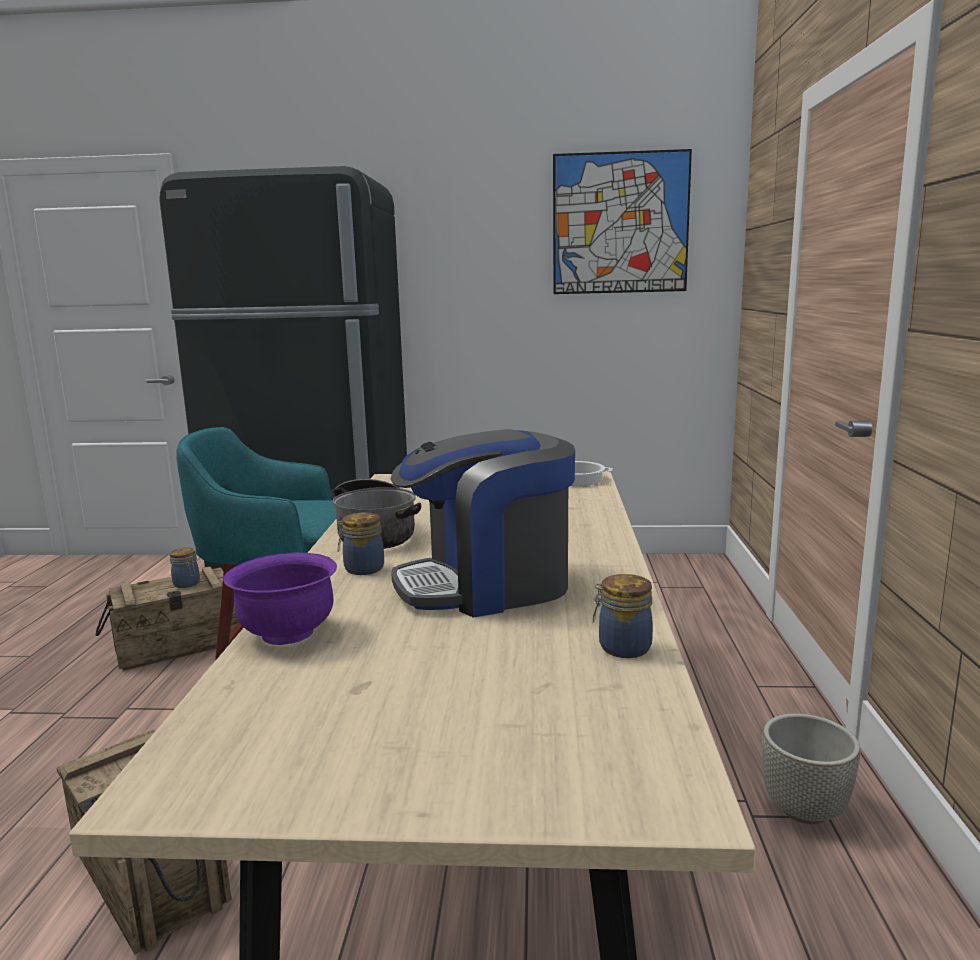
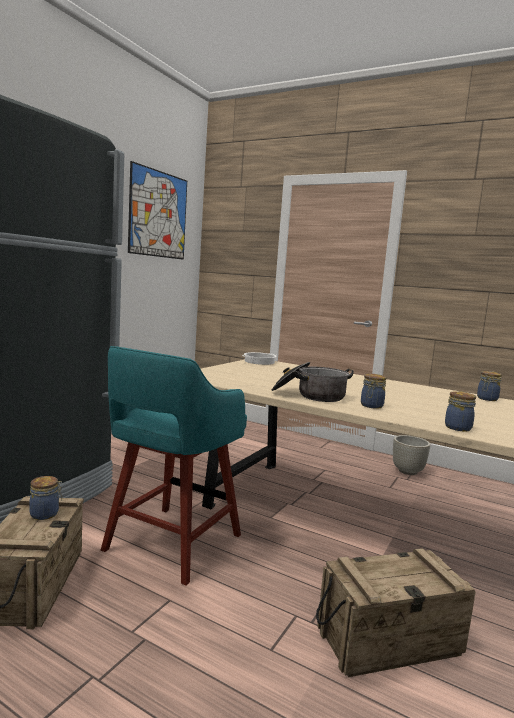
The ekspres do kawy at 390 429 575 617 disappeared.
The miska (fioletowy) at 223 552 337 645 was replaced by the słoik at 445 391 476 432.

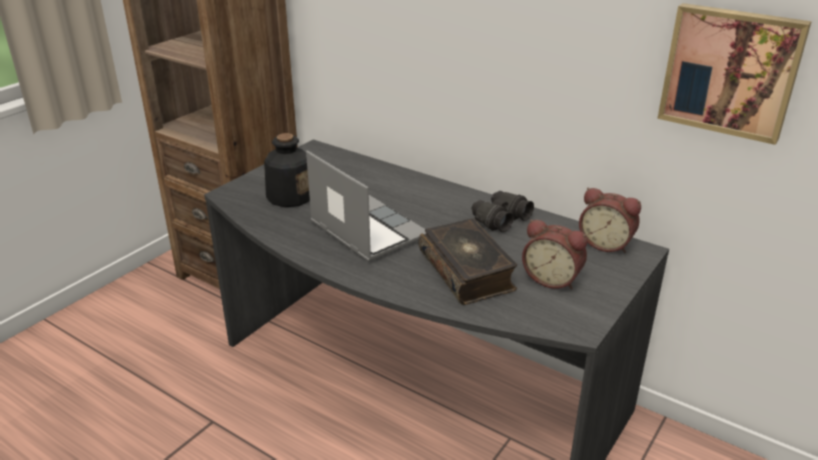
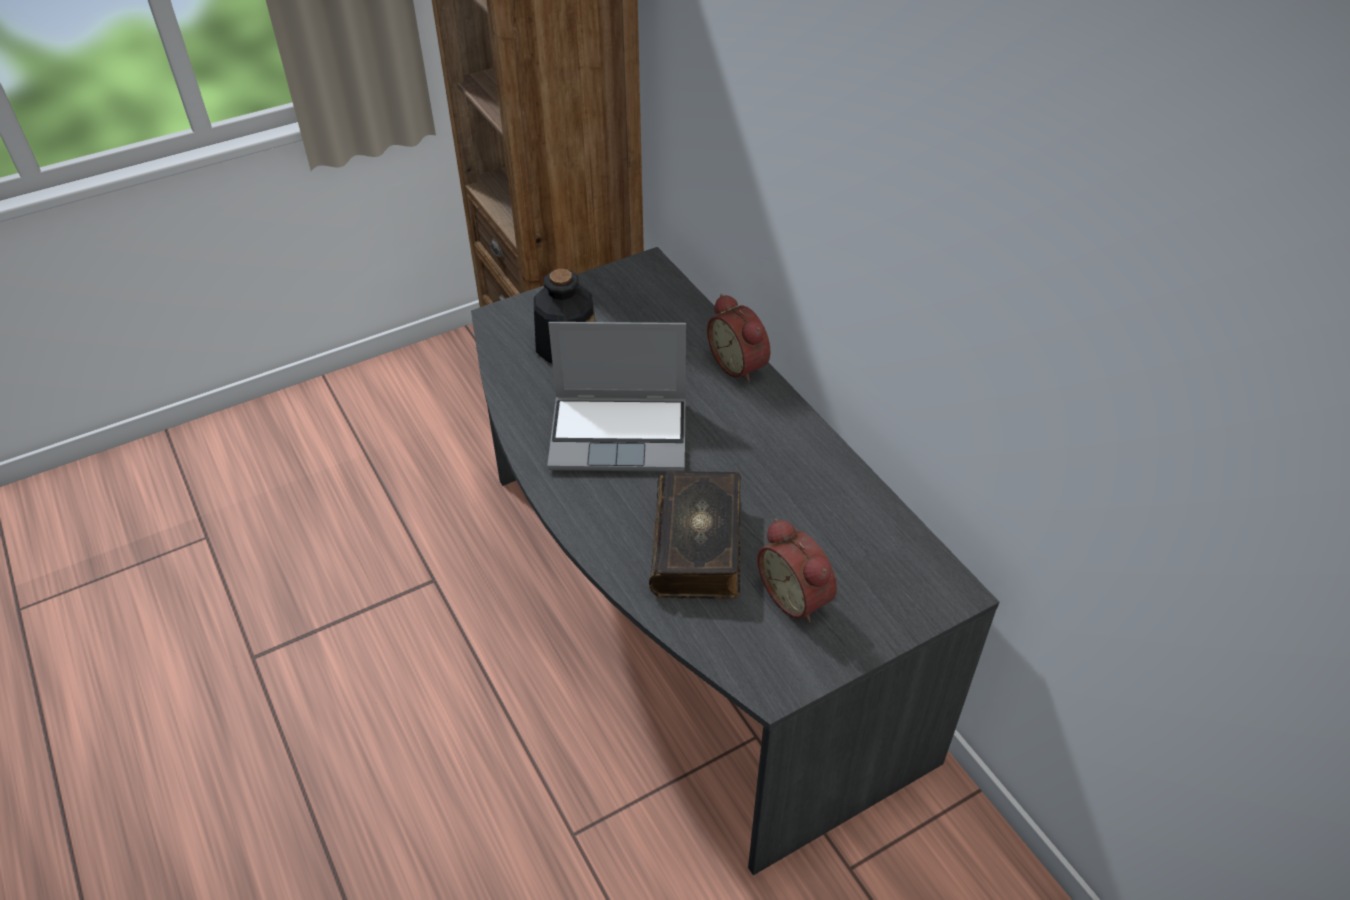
The obraz at 657 3 812 145 disappeared.
The laptop at 306 150 426 262 turned 105 degrees clockwise.
The budzik moved from 579 188 641 253 to 707 294 771 383.
The lornetka (czarny) at 472 191 534 232 disappeared.

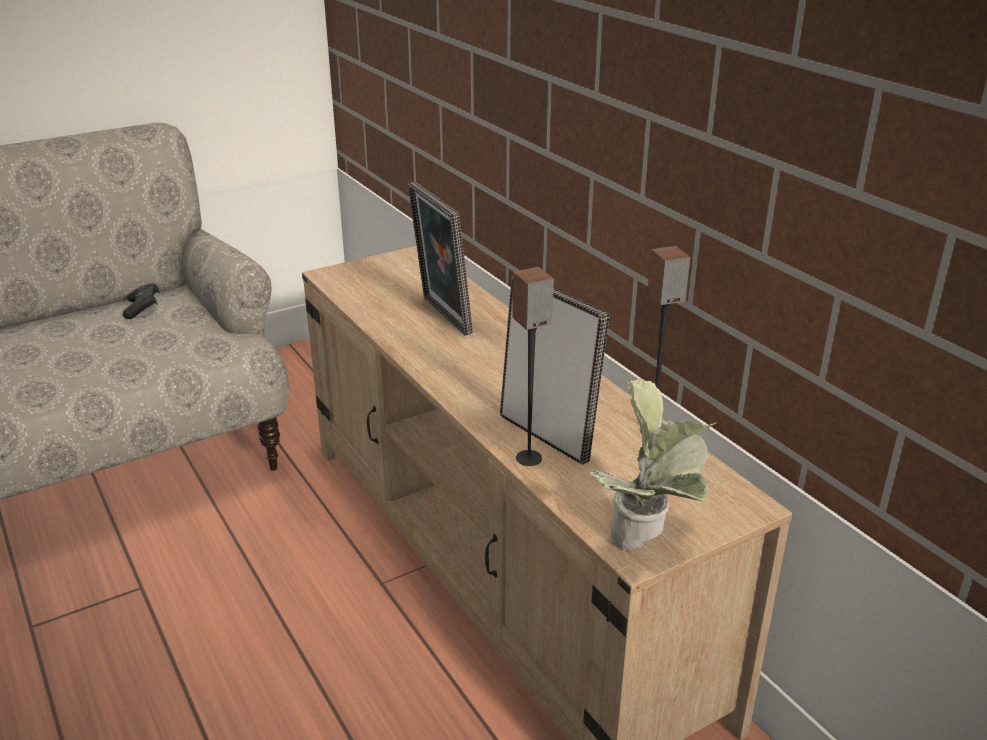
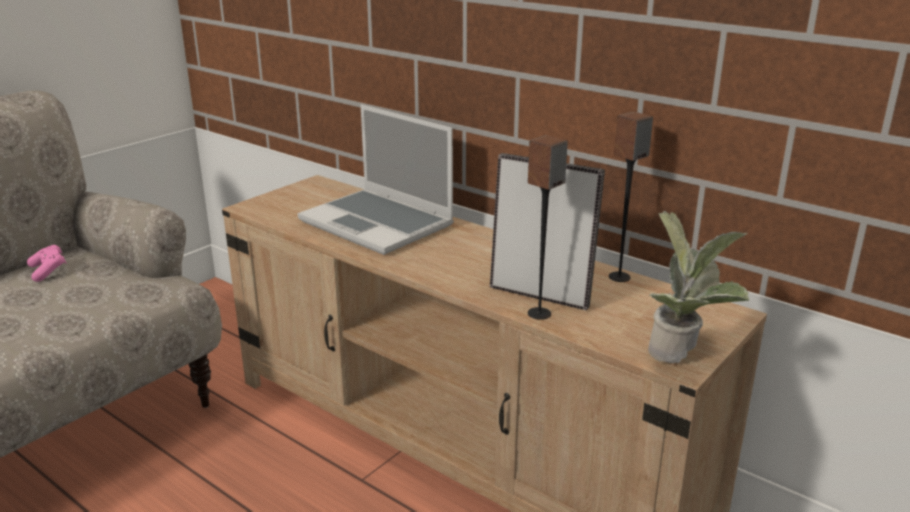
The ramka na zdjęcie at 408 181 473 336 was replaced by the laptop at 298 104 454 255.
The pad do gier (czarny) at 123 283 160 319 became the pad do gier (różowy) at 27 245 66 282.

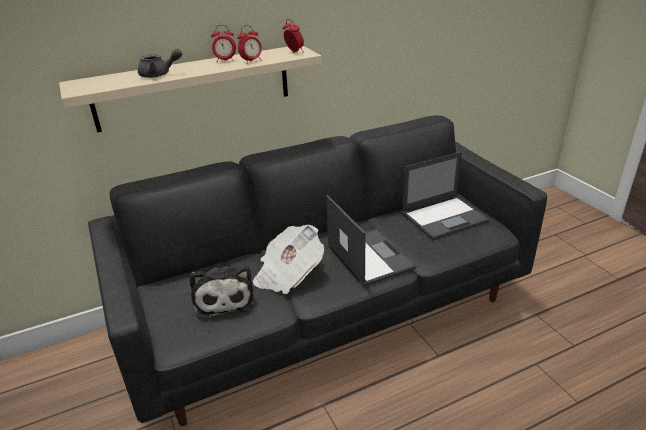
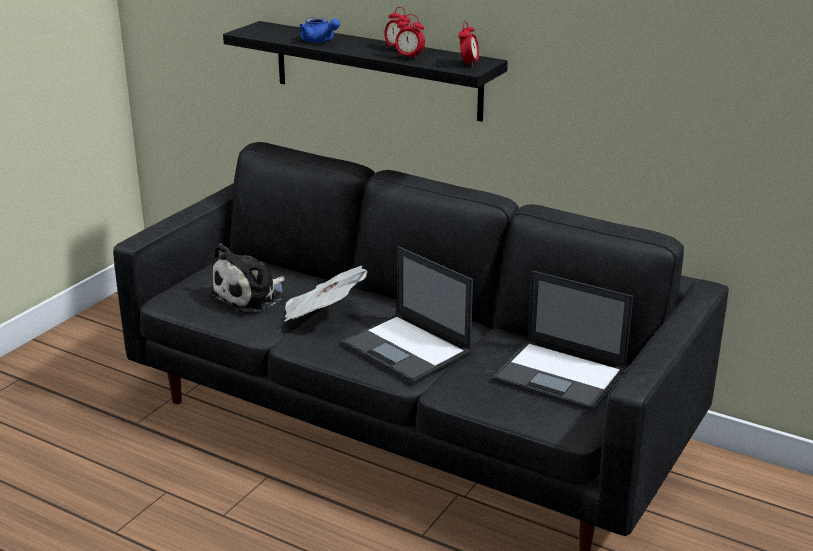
The półka (beżowy) at 59 46 322 133 became the półka (czarny) at 223 21 508 122.
The imbryk (szary) at 138 49 182 78 became the imbryk (niebieski) at 299 17 340 43.
The laptop at 326 195 416 287 turned 105 degrees clockwise.

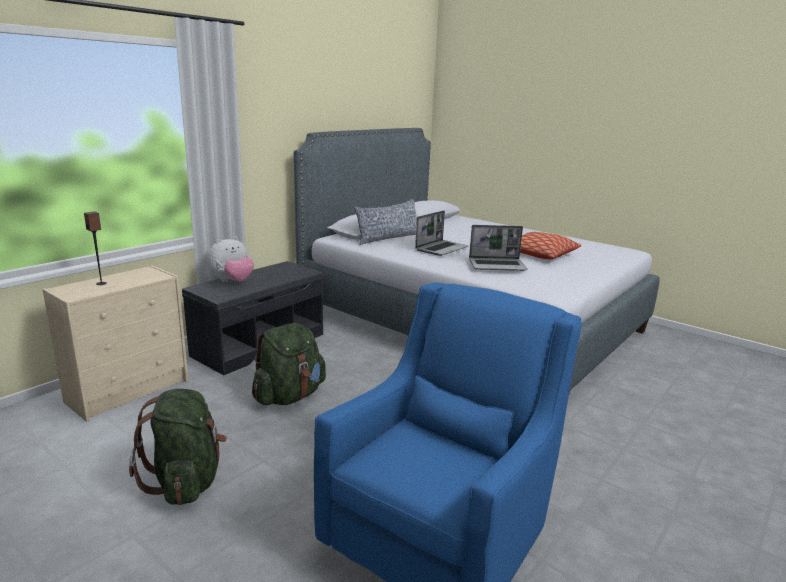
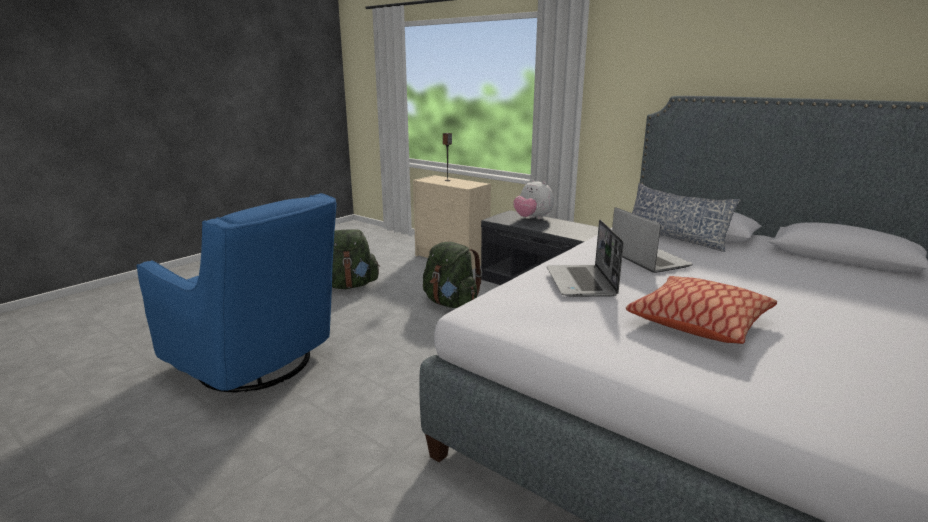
The laptop at 415 211 468 256 turned 150 degrees counterclockwise.

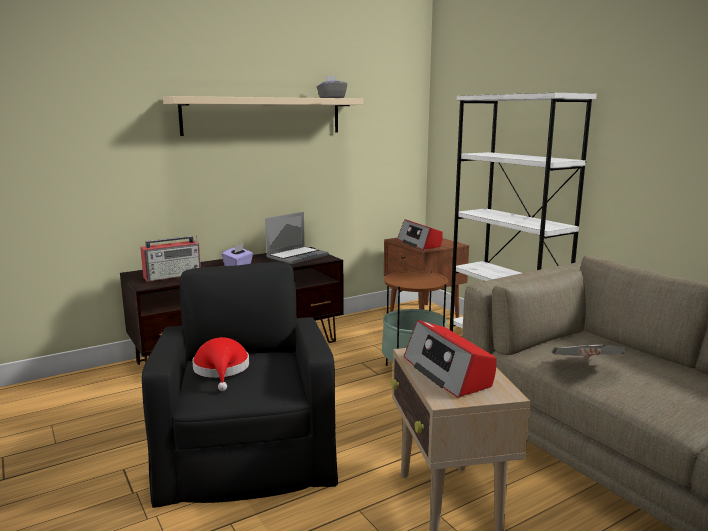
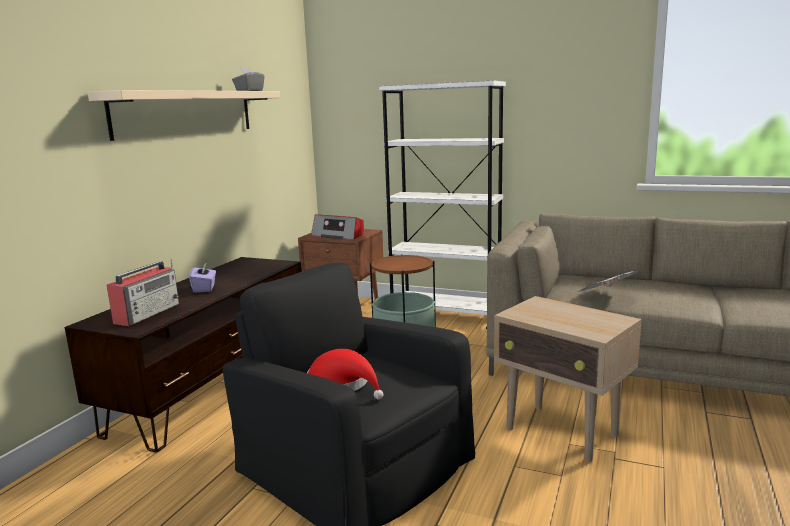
The laptop at 265 212 329 264 disappeared.
The radio at 404 320 496 398 disappeared.

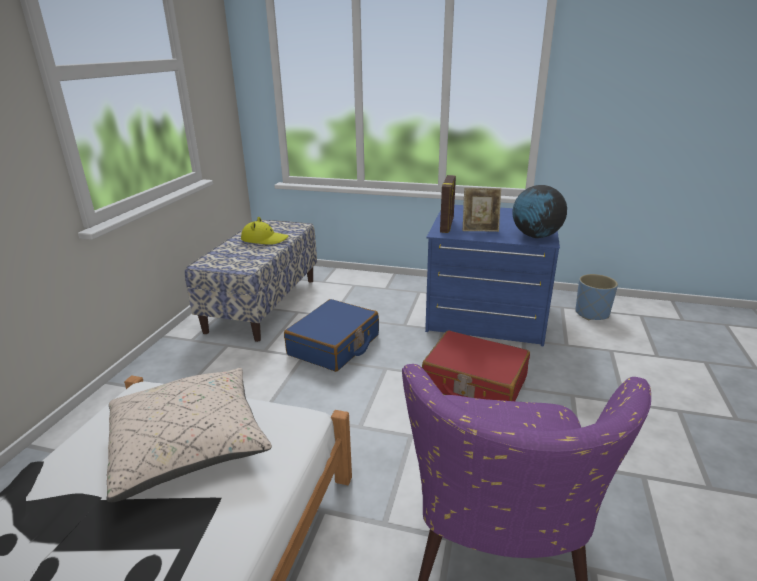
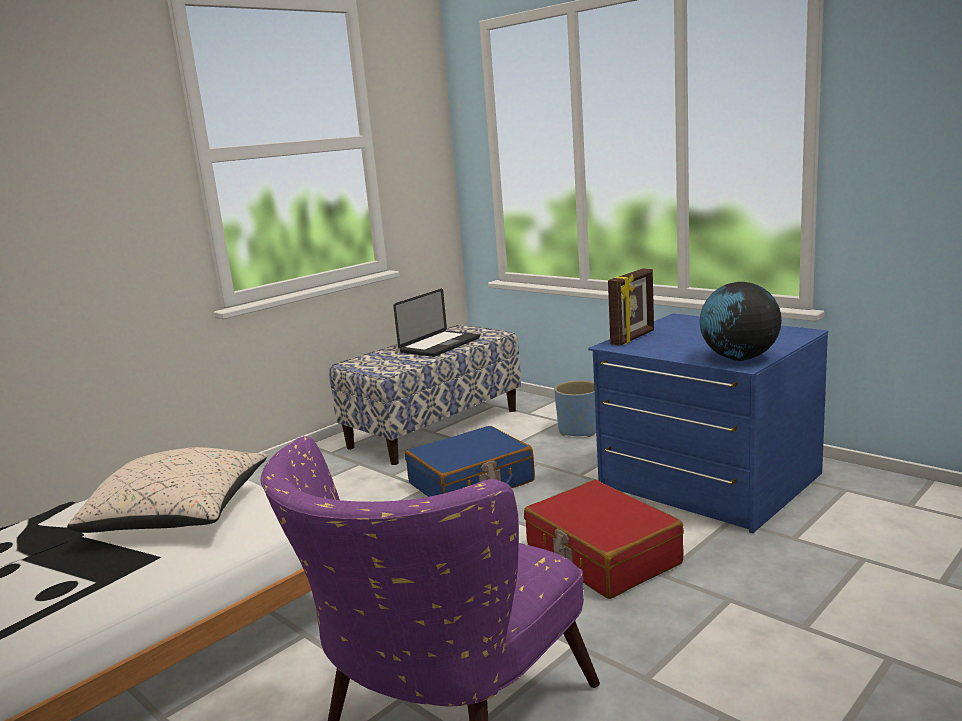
The ramka na zdjęcie at 463 188 501 232 disappeared.
The kapelusz (żółty) at 241 217 288 245 was replaced by the laptop at 393 289 480 357.
The donica (niebieski) moved from 575 274 618 320 to 554 380 596 437.

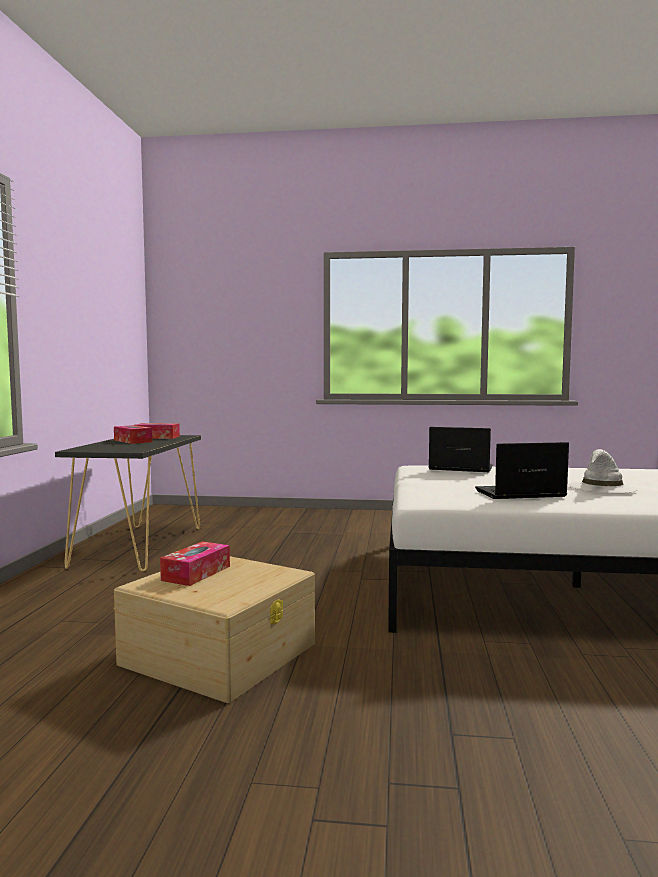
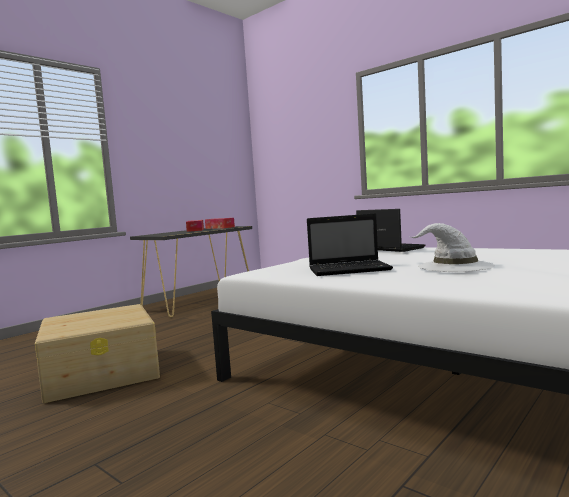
The laptop at 475 442 569 499 turned 150 degrees clockwise.
The pudełko chusteczek at 160 541 230 586 disappeared.

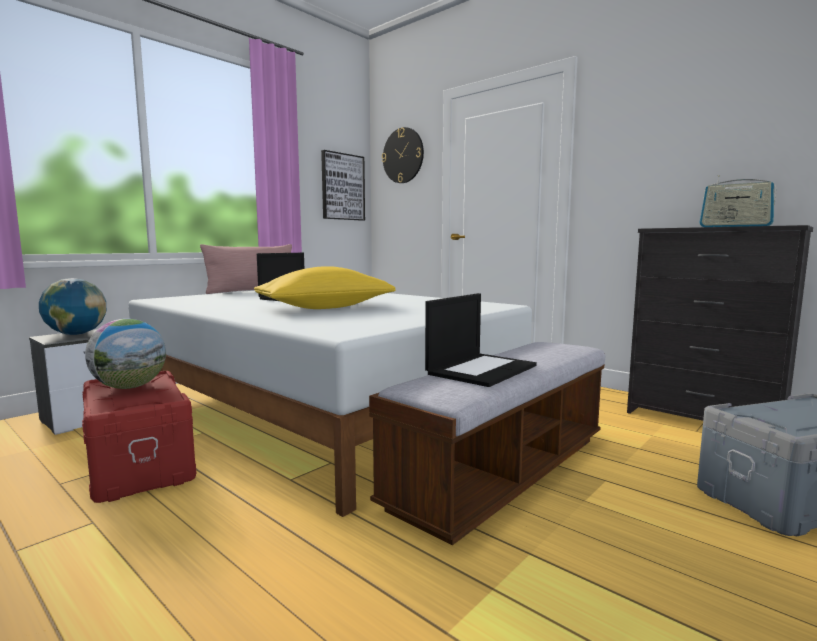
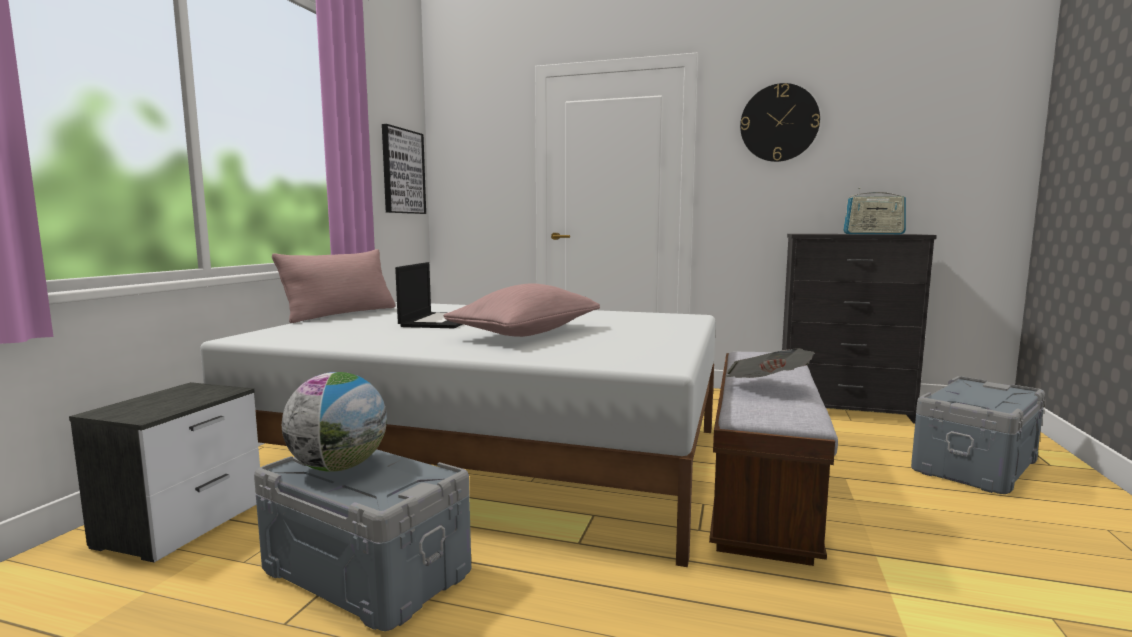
The zegar ścienny moved from 382 127 424 183 to 740 83 820 162.
The poduszka (żółty) at 254 266 396 309 became the poduszka (różowy) at 443 283 600 337.
The globus at 39 278 106 335 disappeared.
The laptop at 425 293 537 387 was replaced by the gazeta at 726 348 815 378.
The pojemnik do przechowywania (czerwony) at 82 371 196 503 became the pojemnik do przechowywania (szary) at 254 449 471 631.

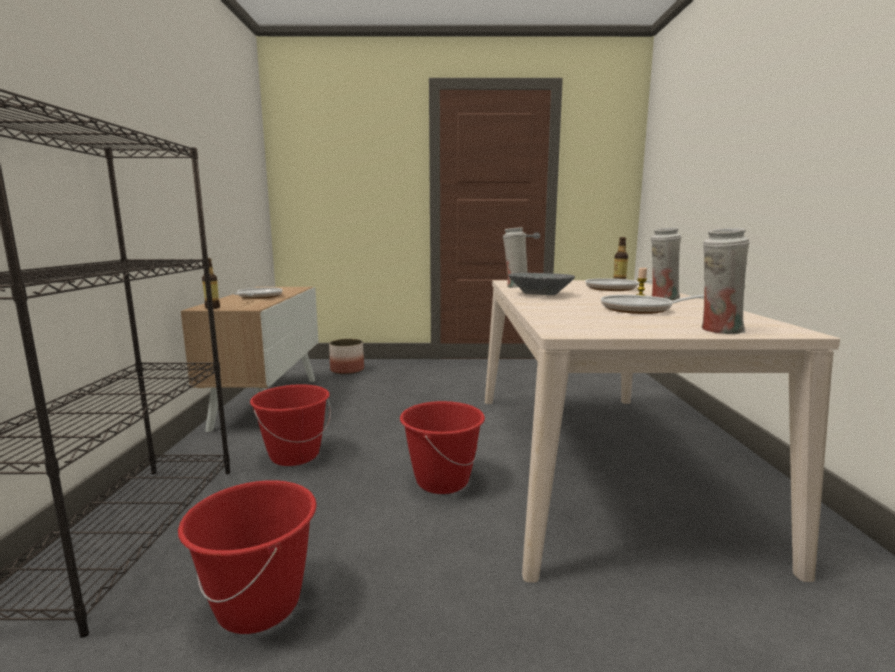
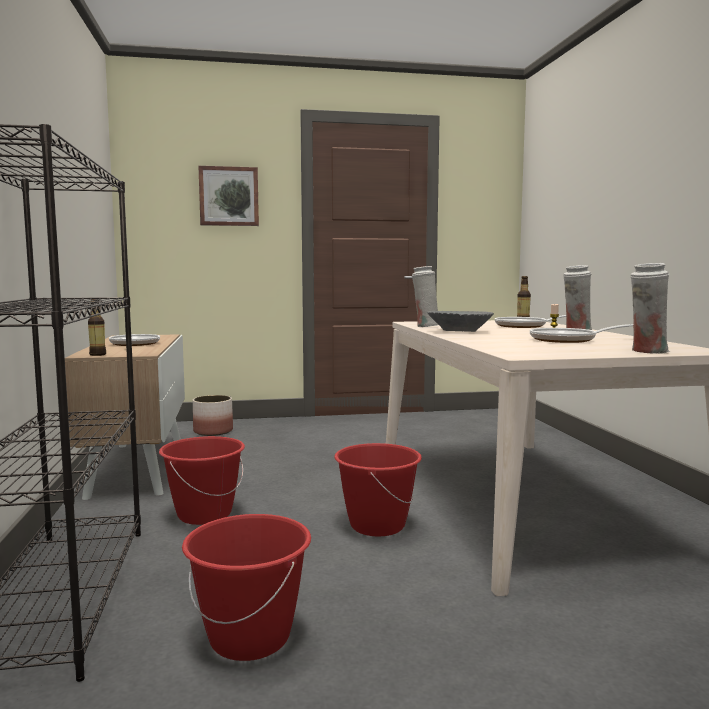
The obraz at 198 166 259 226 appeared.

